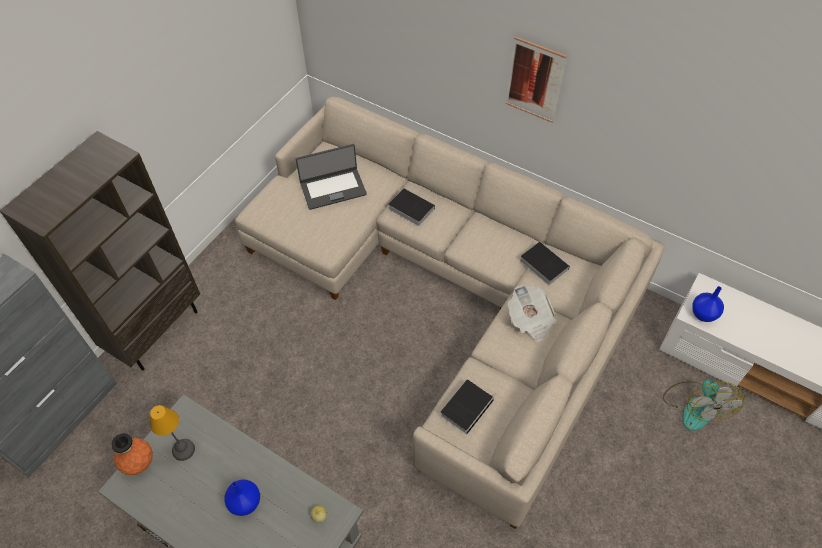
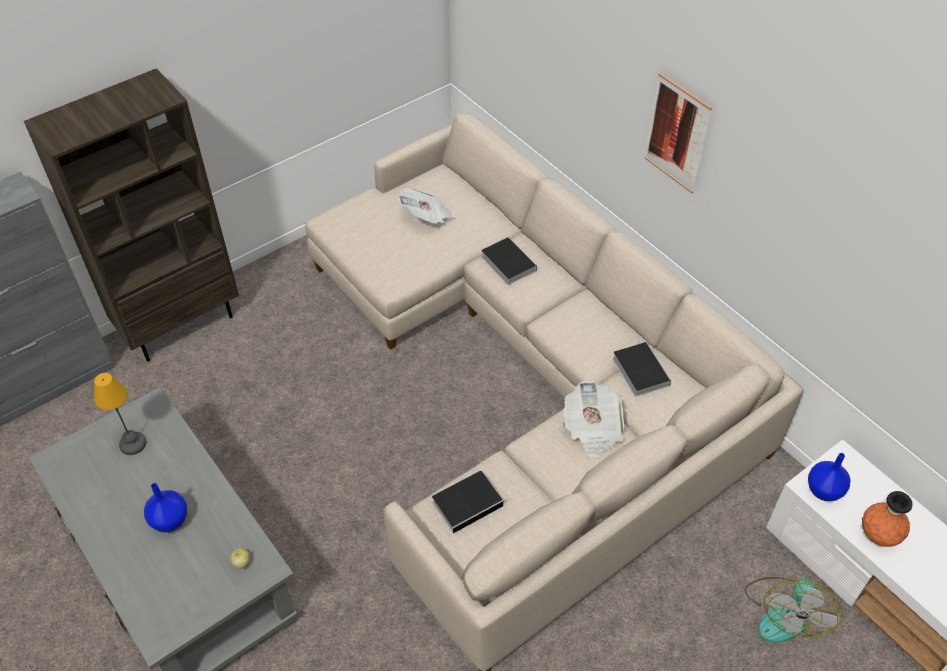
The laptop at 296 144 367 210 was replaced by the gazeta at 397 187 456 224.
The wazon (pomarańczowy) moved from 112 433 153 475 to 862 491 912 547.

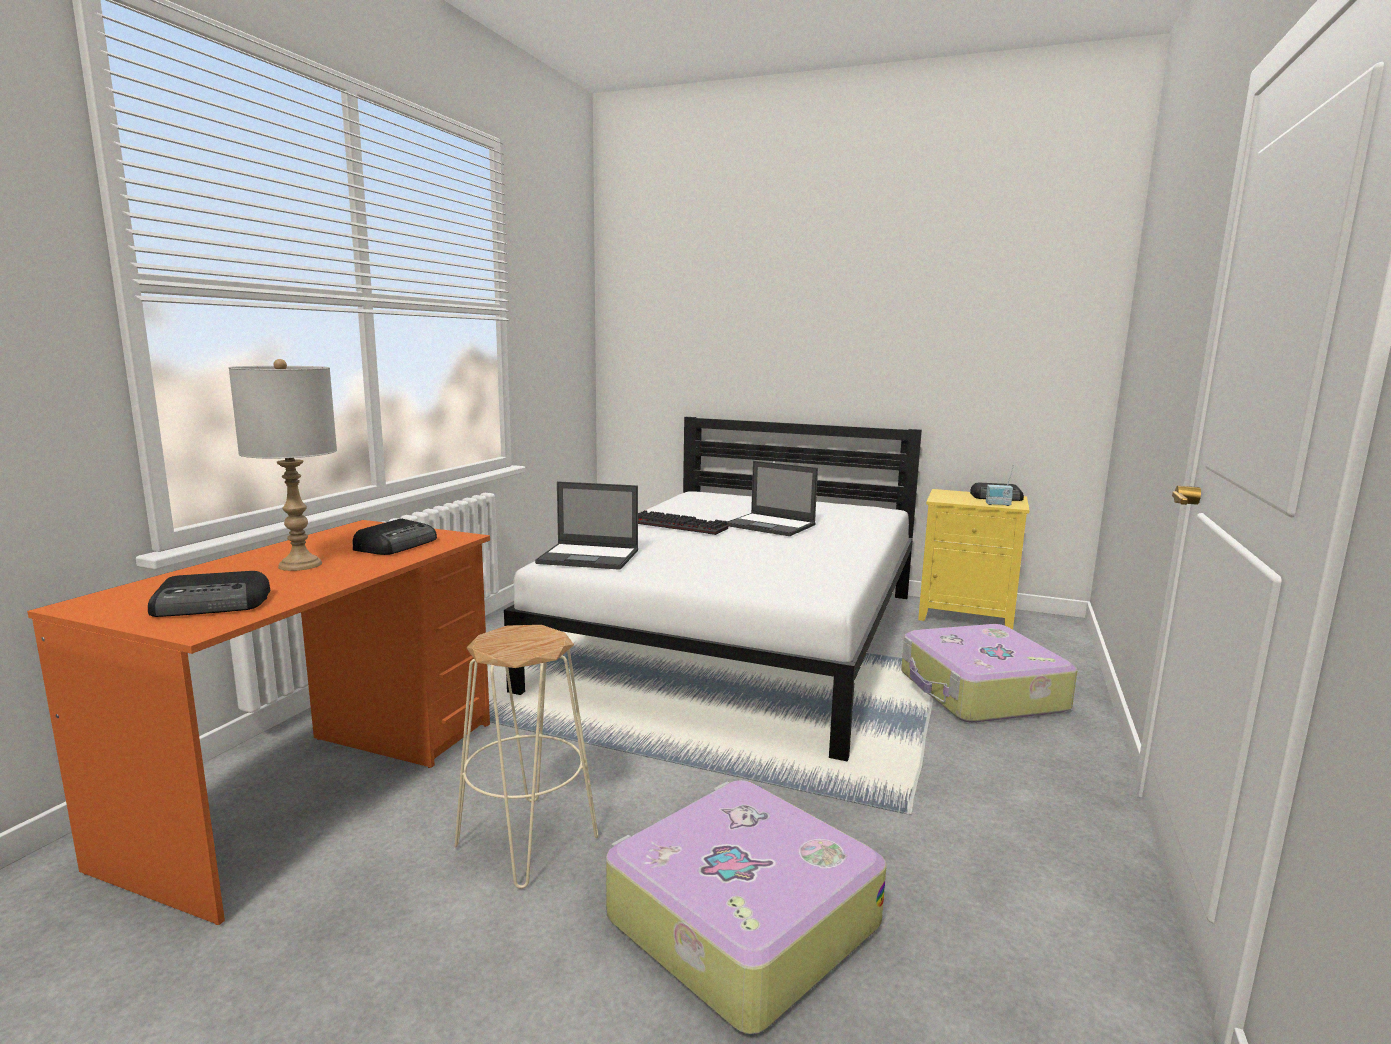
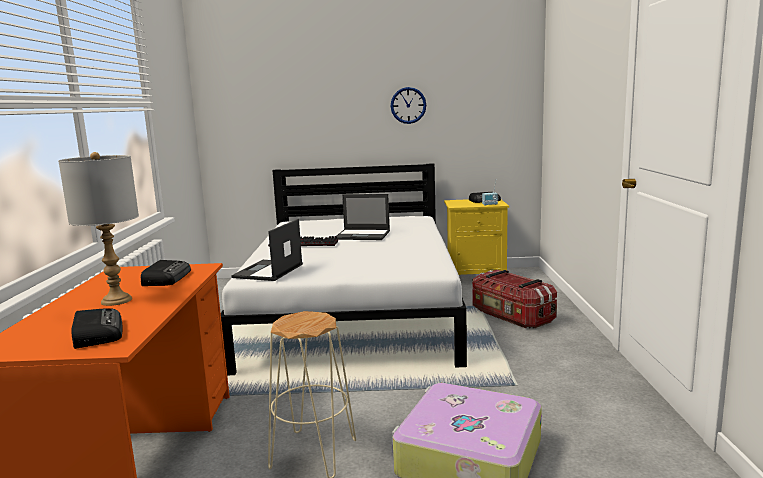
The laptop at 535 481 638 570 turned 120 degrees clockwise.
The radio at 148 571 270 617 turned 75 degrees counterclockwise.
The walizka at 901 624 1077 723 was replaced by the pojemnik do przechowywania at 472 270 557 328.
The zegar ścienny at 391 87 426 124 appeared.

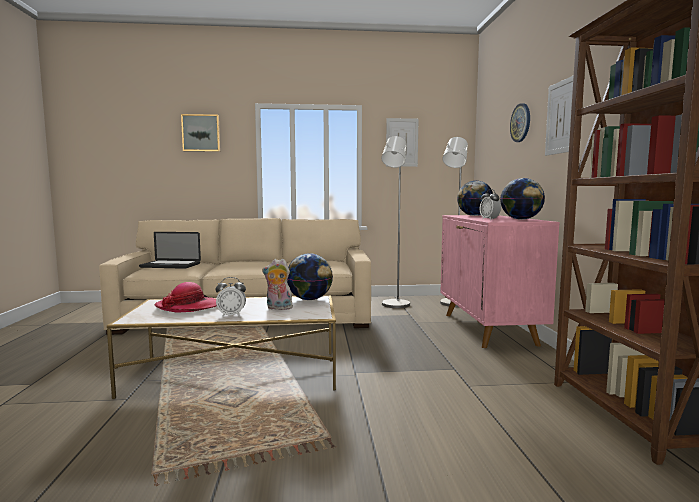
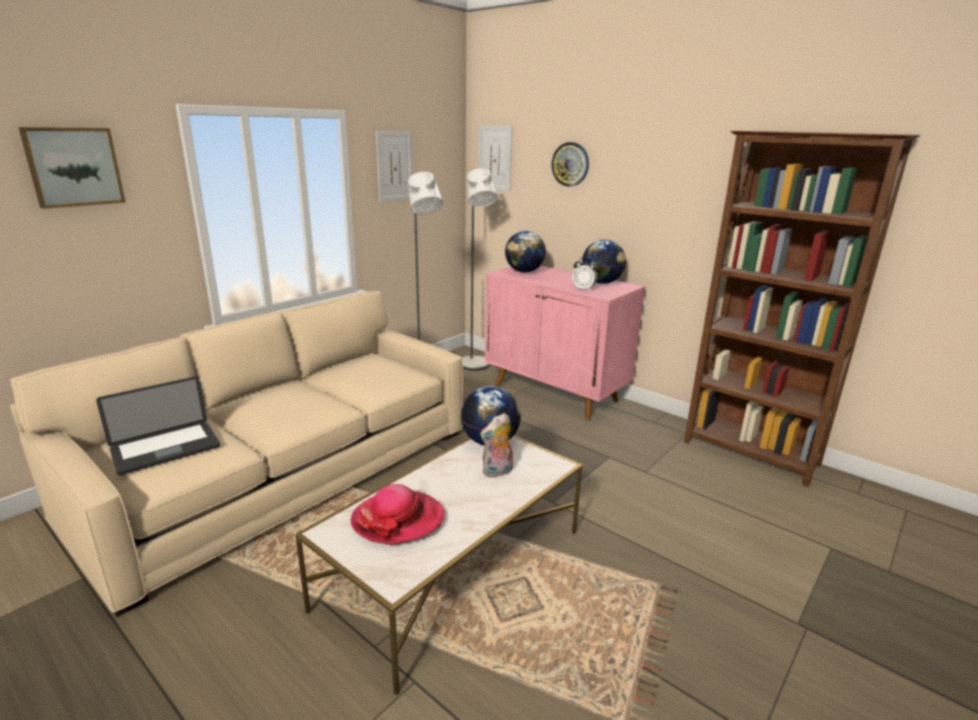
The obraz moved from 545 75 574 156 to 479 125 513 192.
The budzik at 216 277 246 317 disappeared.

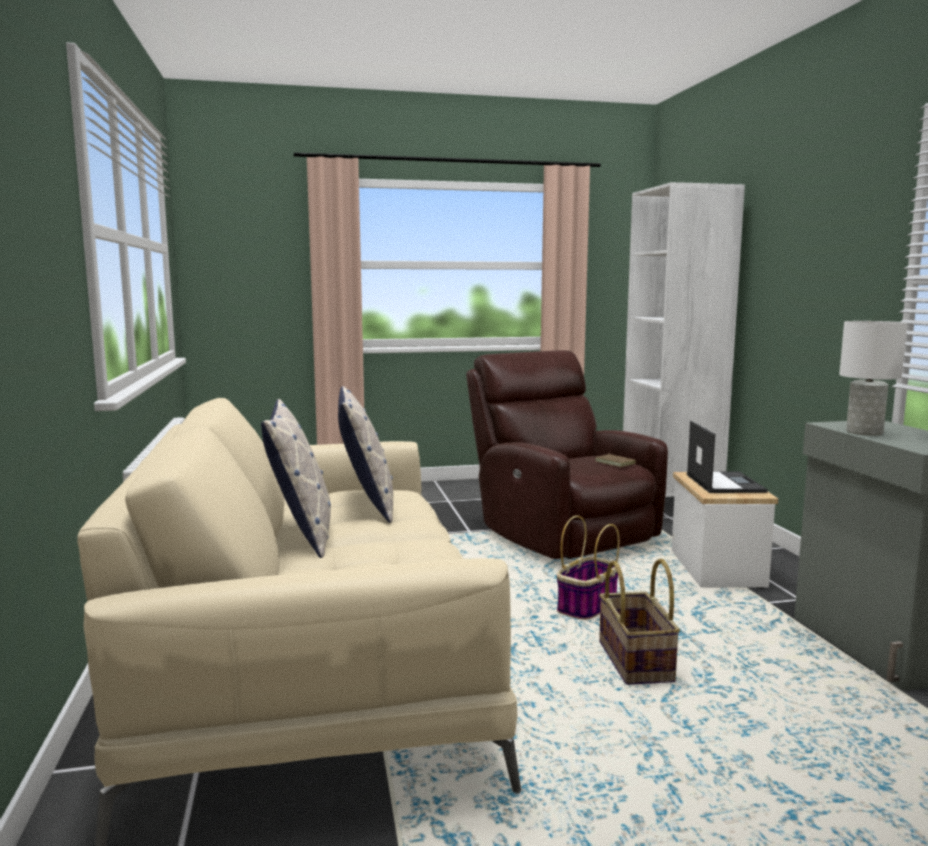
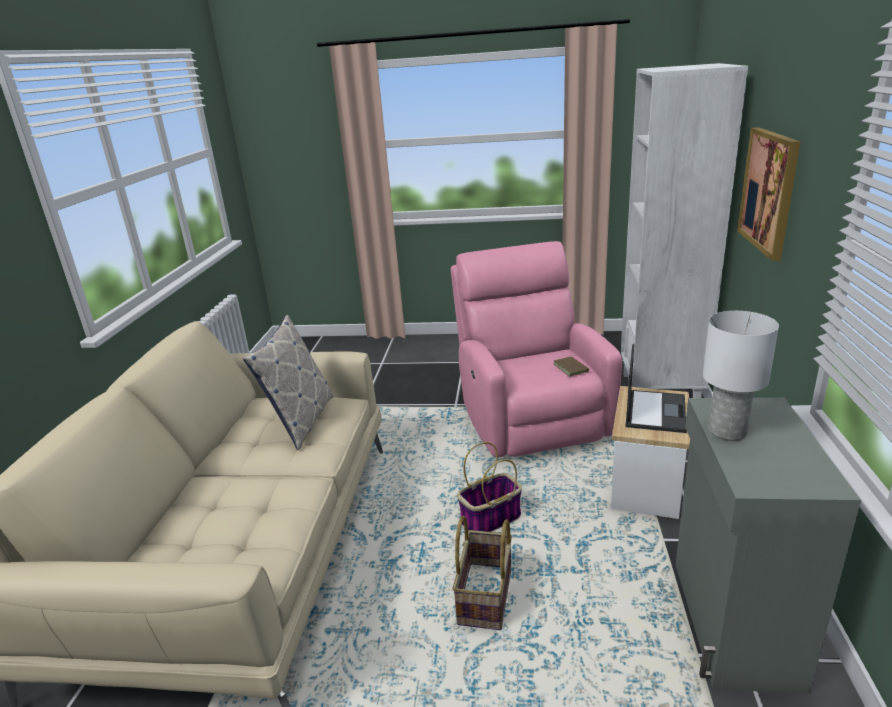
The fotel (brązowy) at 466 350 668 559 became the fotel (różowy) at 451 241 622 457.
The poduszka at 261 399 331 558 disappeared.
The obraz at 737 127 800 261 appeared.

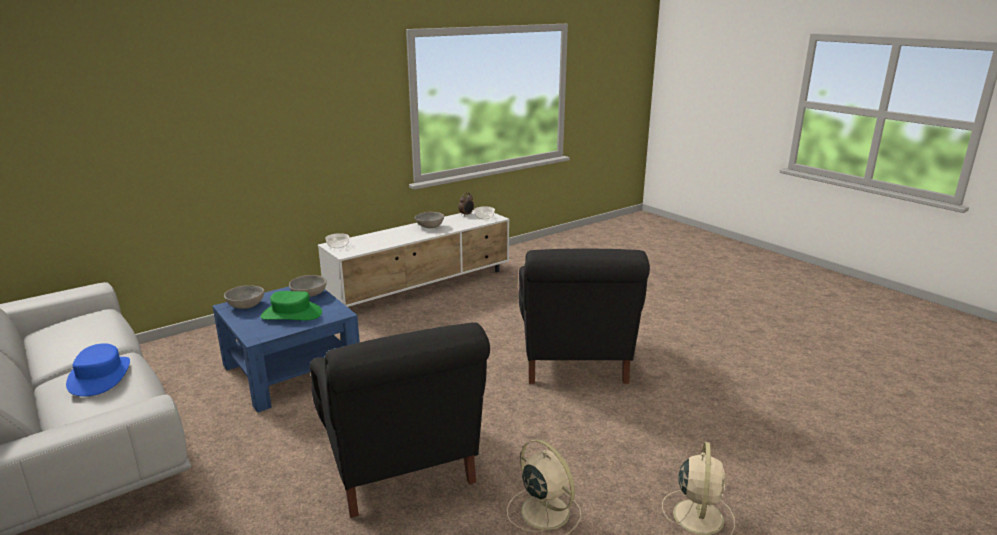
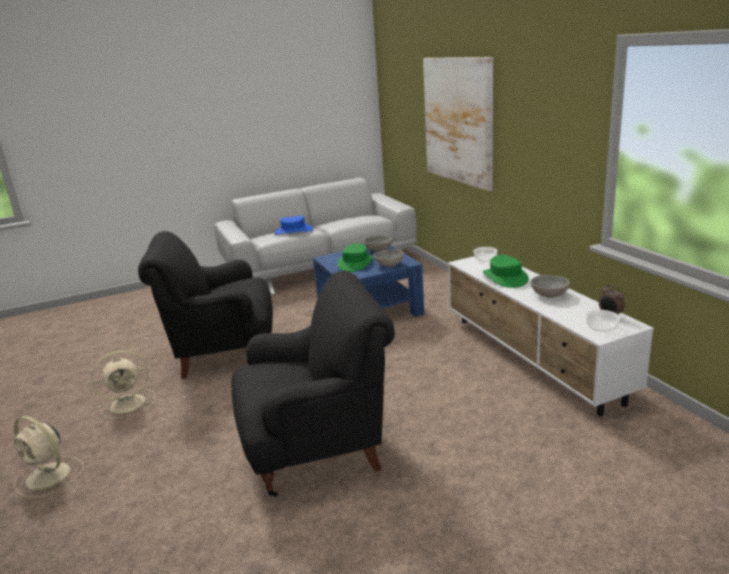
The fotel (czarny) at 518 249 650 384 turned 150 degrees clockwise.
The obraz at 423 57 493 191 appeared.
The kapelusz (zielony) at 483 255 529 288 appeared.

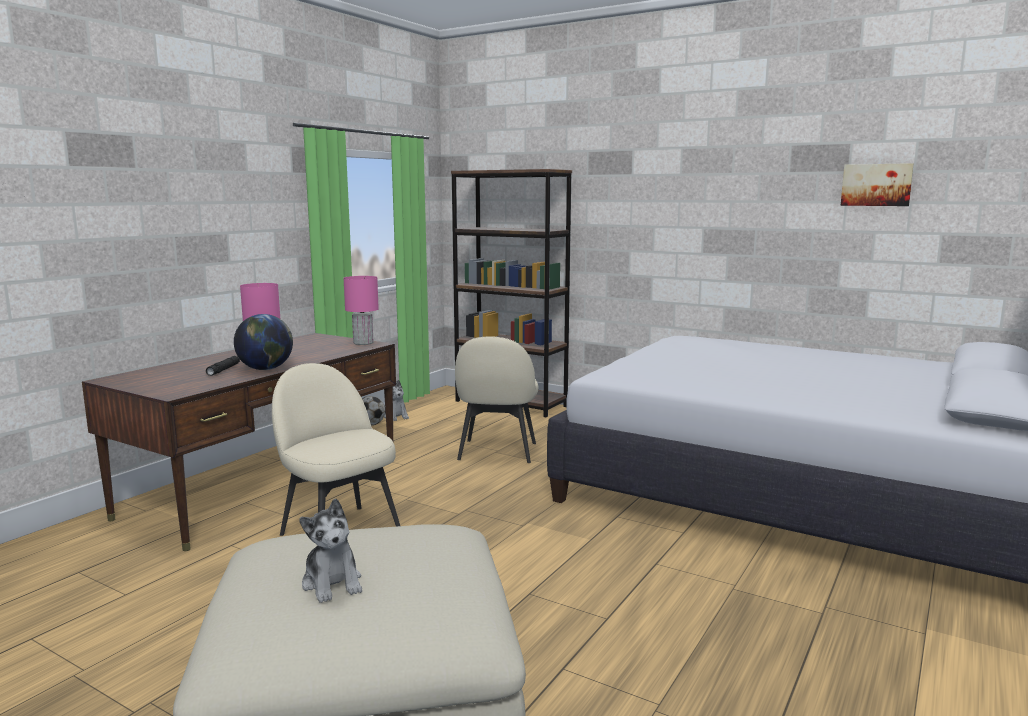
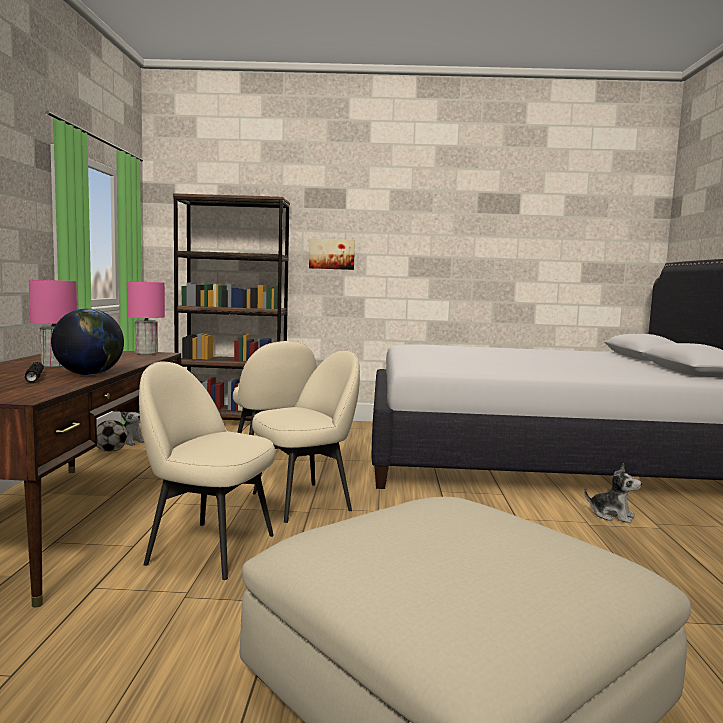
The obraz moved from 840 163 914 206 to 309 238 355 270.
The pluszak moved from 299 498 362 603 to 584 463 641 524.
The krzesło (beżowy) at 252 350 360 523 appeared.

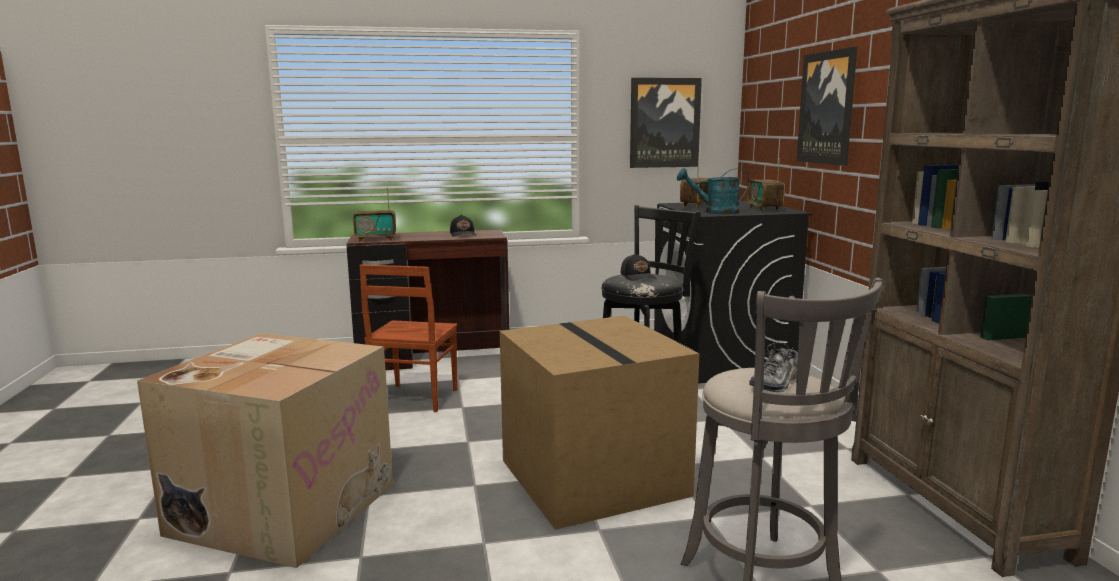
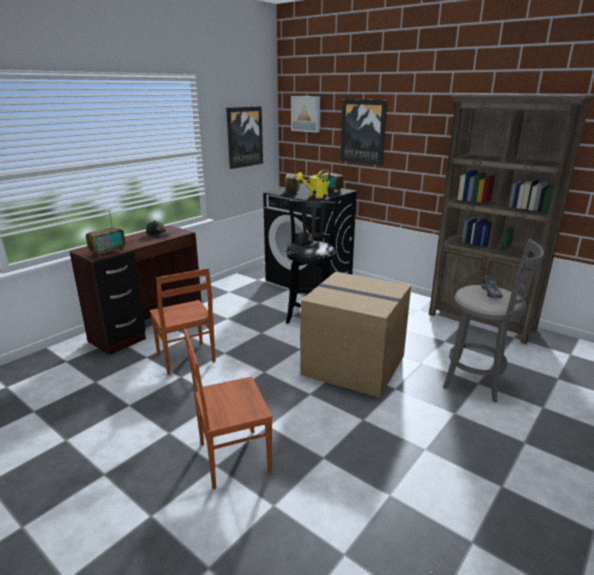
The konewka (turkusowy) at 677 168 749 214 became the konewka (żółty) at 296 169 331 198.
The karton at 137 333 393 568 was replaced by the krzesło (brązowy) at 184 329 273 489.
The obraz at 291 96 320 133 appeared.

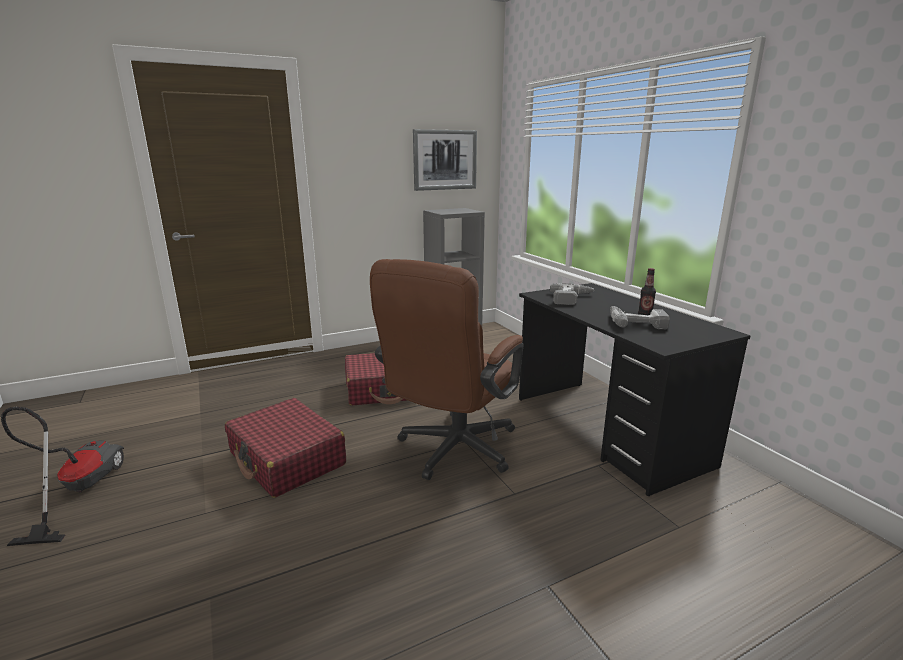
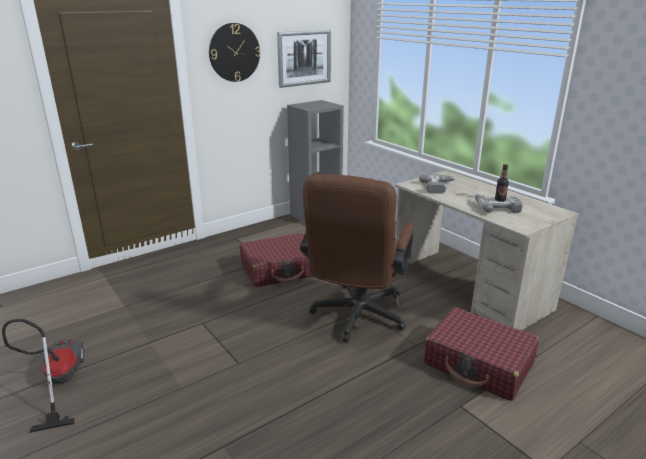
The biurko (czarny) at 519 283 751 496 became the biurko (beżowy) at 395 170 579 330.
The walizka (czerwony) moved from 225 398 346 498 to 424 307 539 401.
The zegar ścienny at 209 23 261 82 appeared.

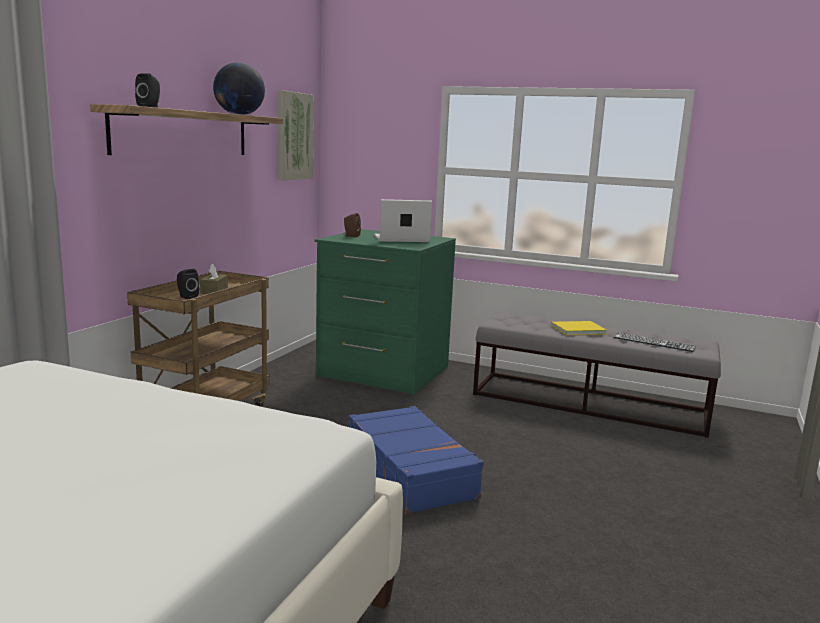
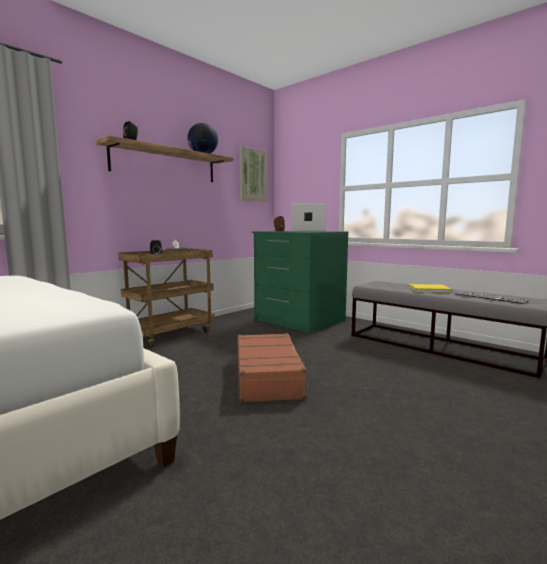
The walizka (niebieski) at 349 406 484 514 became the walizka (brązowy) at 237 333 309 403.

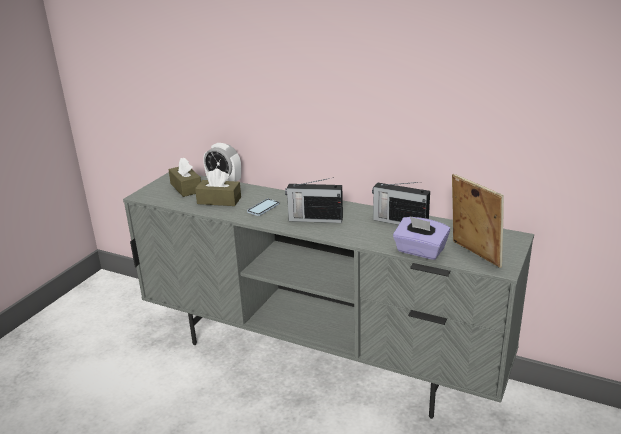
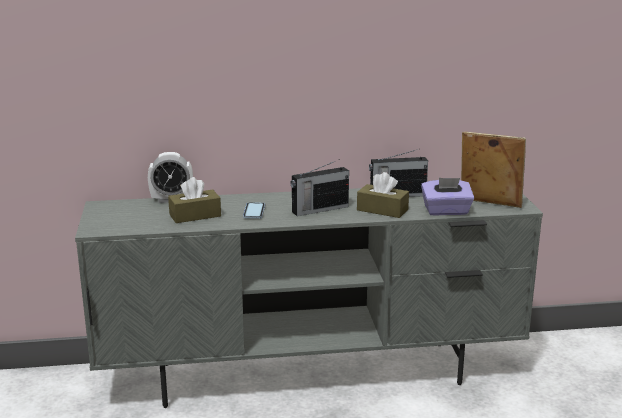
The pudełko chusteczek (brązowy) moved from 168 157 201 197 to 357 172 409 218.

